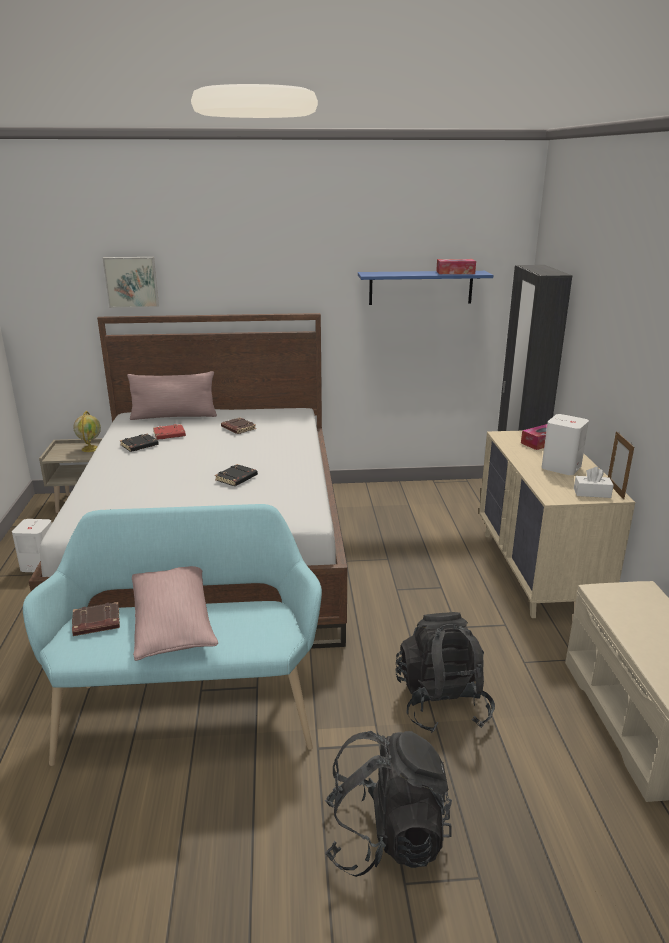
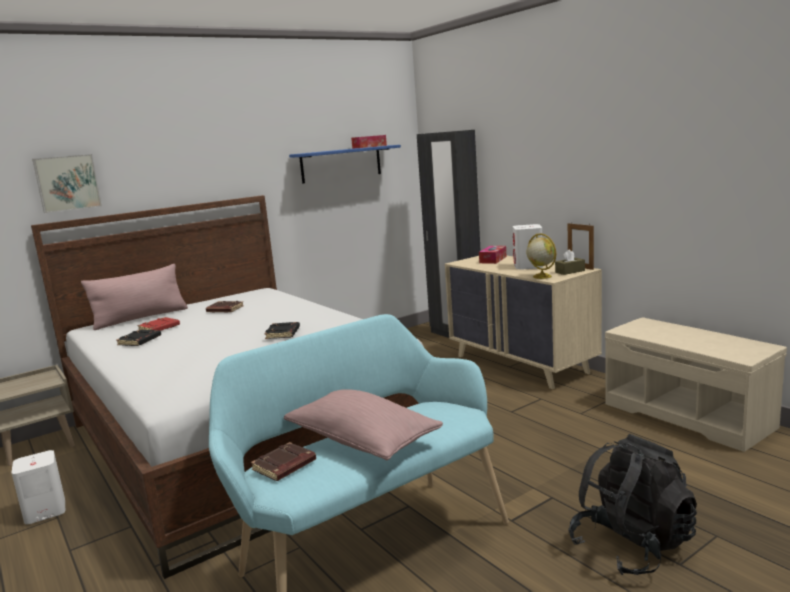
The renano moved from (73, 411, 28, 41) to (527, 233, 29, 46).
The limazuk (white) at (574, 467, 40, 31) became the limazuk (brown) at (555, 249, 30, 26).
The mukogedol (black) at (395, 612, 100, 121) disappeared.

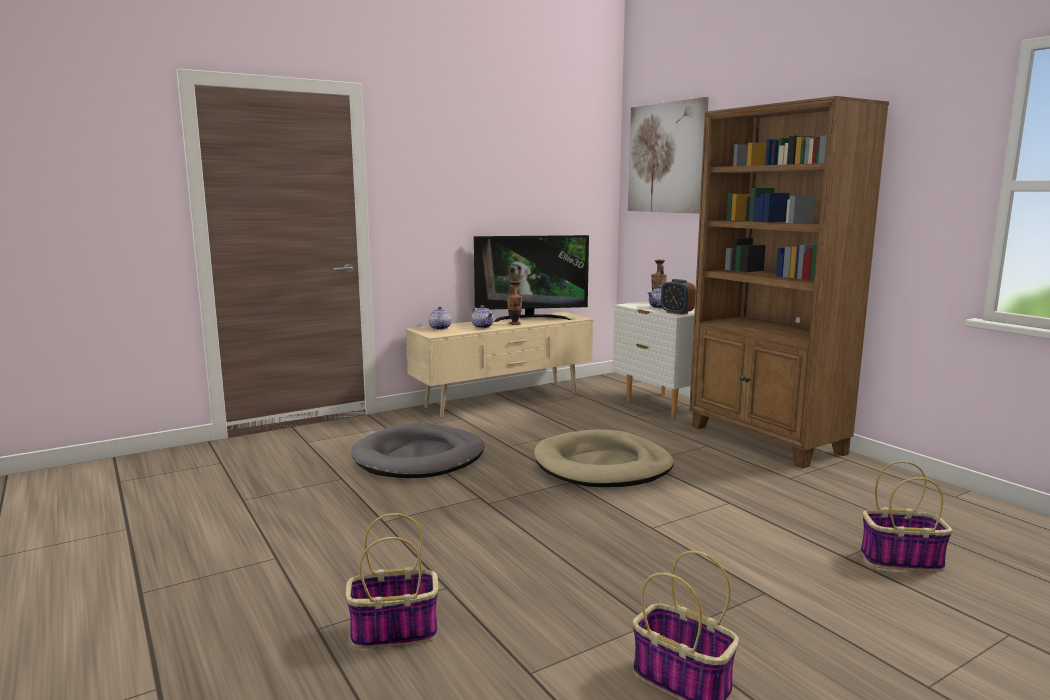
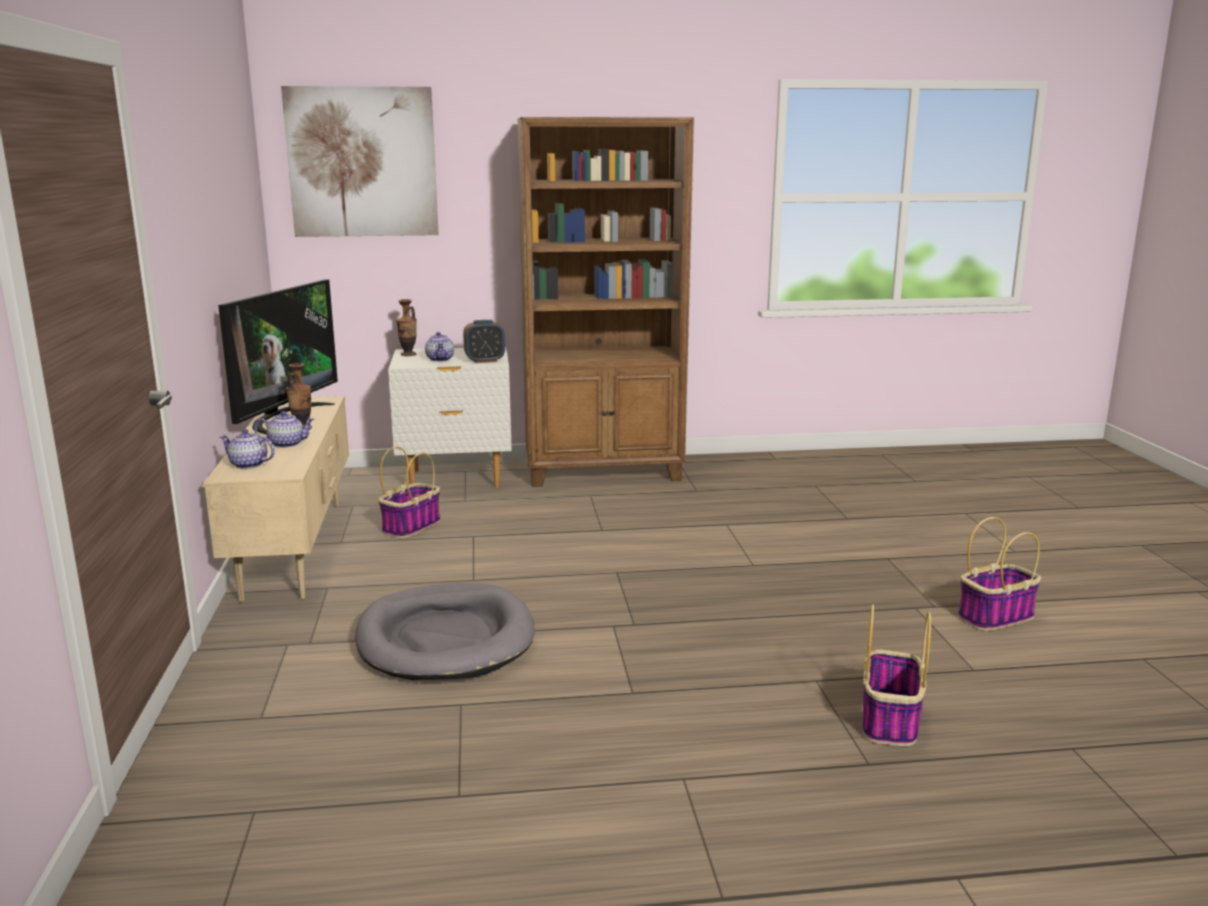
The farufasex moved from (861, 461, 91, 111) to (378, 447, 62, 92).
The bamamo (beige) at (534, 429, 140, 58) disappeared.

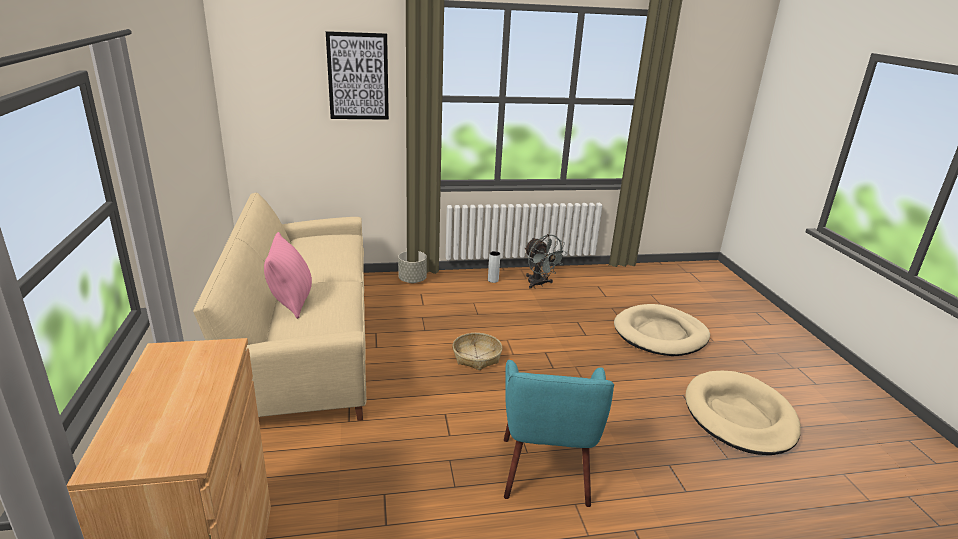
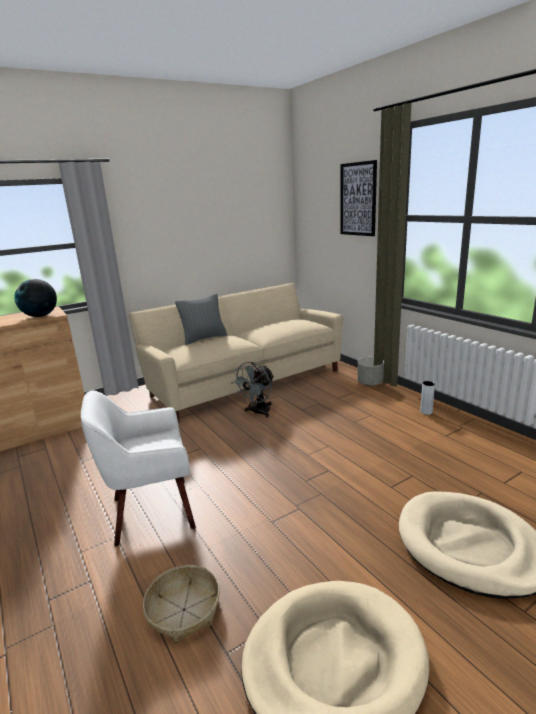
The renano at (15, 279, 42, 38) appeared.
The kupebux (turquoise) at (504, 360, 110, 147) became the kupebux (white) at (81, 391, 115, 155).
The farufasex moved from (453, 333, 49, 37) to (143, 565, 77, 78).
The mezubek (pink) at (264, 232, 48, 87) became the mezubek (grey) at (175, 294, 52, 51).
The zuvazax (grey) moved from (525, 234, 42, 55) to (231, 362, 43, 56).

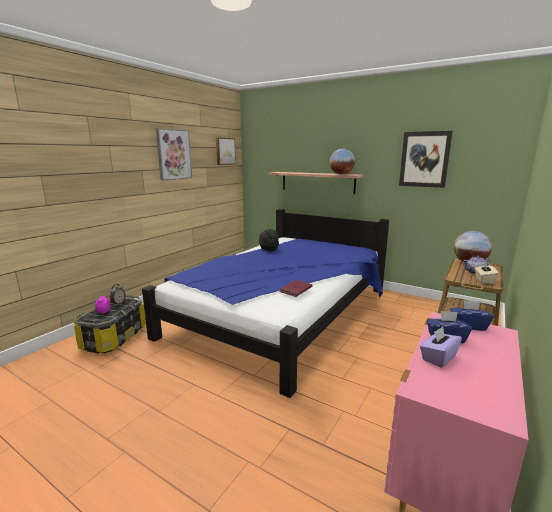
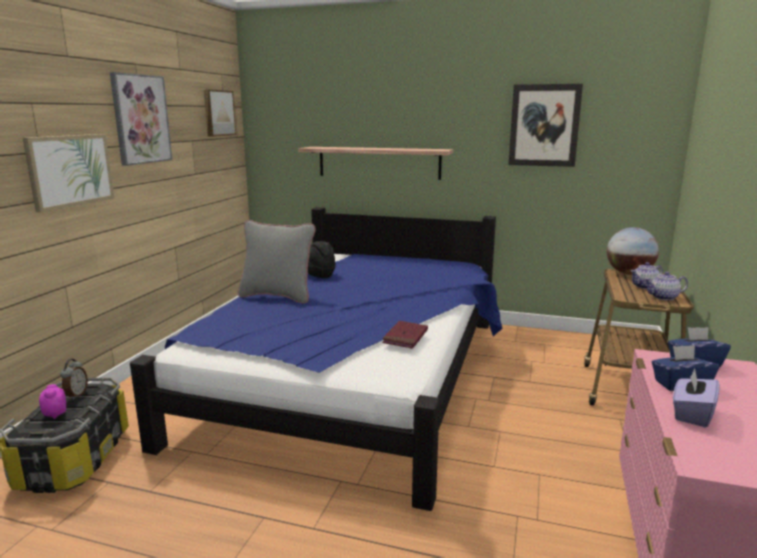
The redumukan at (23, 134, 91, 79) appeared.
The mezubek (grey) at (237, 220, 79, 84) appeared.
The limazuk (beige) at (475, 263, 24, 21) was replaced by the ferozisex at (645, 272, 43, 28).
The renano at (330, 149, 25, 25) disappeared.

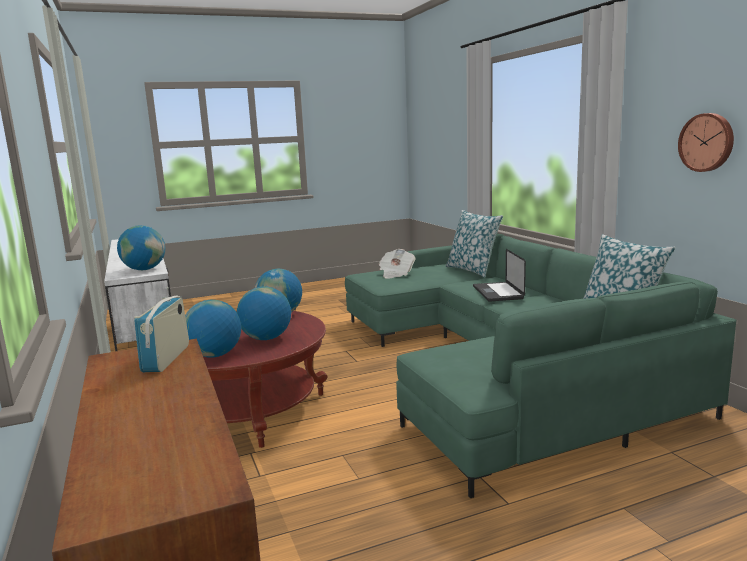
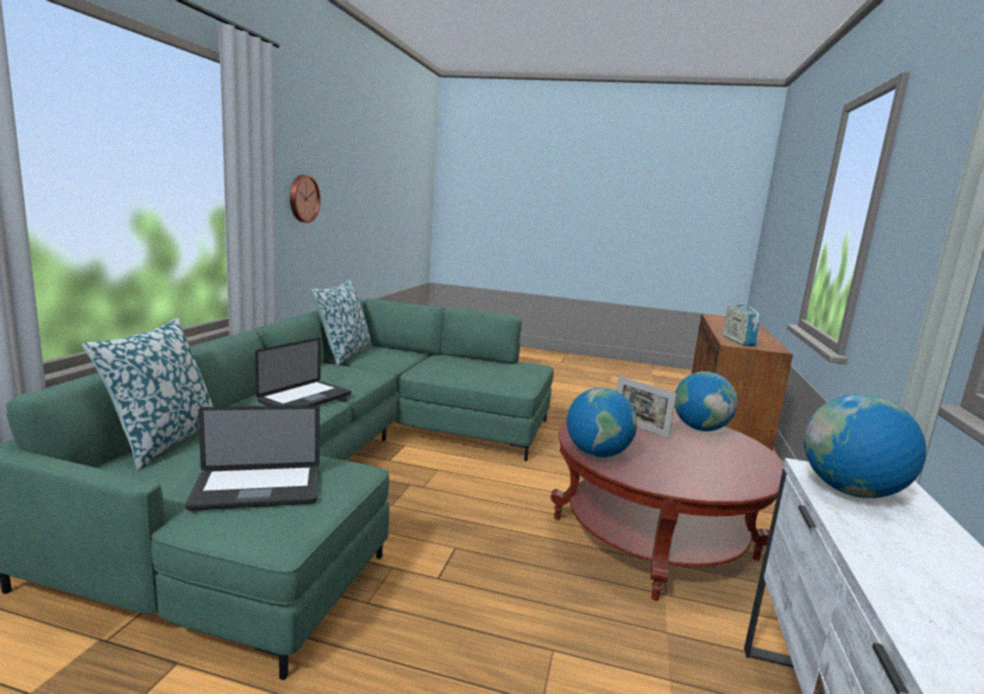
The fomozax at (379, 249, 37, 30) was replaced by the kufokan at (185, 405, 135, 106).
The renano at (237, 287, 54, 53) was replaced by the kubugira at (617, 376, 59, 63).
The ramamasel at (134, 287, 55, 86) turned 135 degrees clockwise.

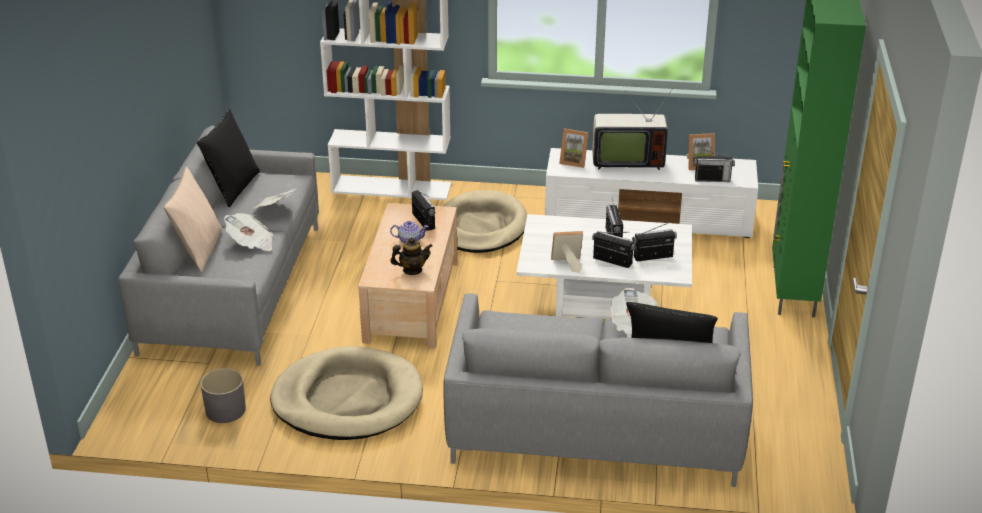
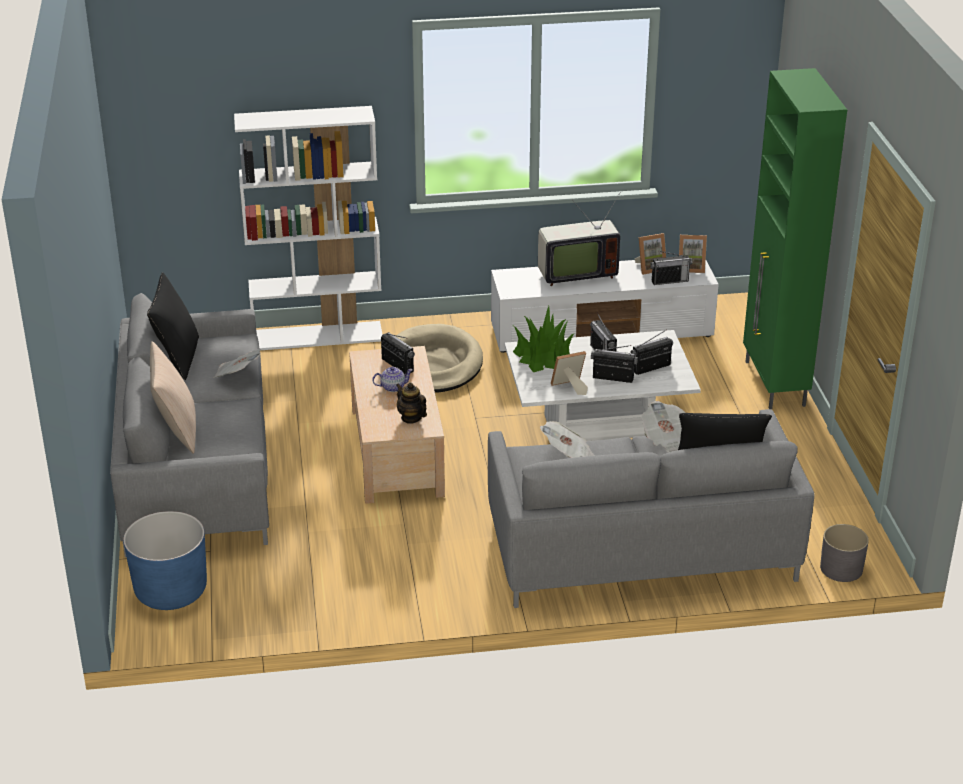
The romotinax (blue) at (123, 511, 84, 99) appeared.
The ferozisex at (390, 237, 43, 38) turned 105 degrees counterclockwise.
The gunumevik at (513, 306, 62, 66) appeared.
The fomozax moved from (224, 213, 49, 38) to (540, 421, 55, 37).
The kubugira moved from (559, 129, 30, 39) to (679, 235, 28, 38).
The romotinax (grey) moved from (200, 368, 46, 55) to (820, 524, 49, 58).
The bamamo (beige) at (270, 346, 153, 94) disappeared.

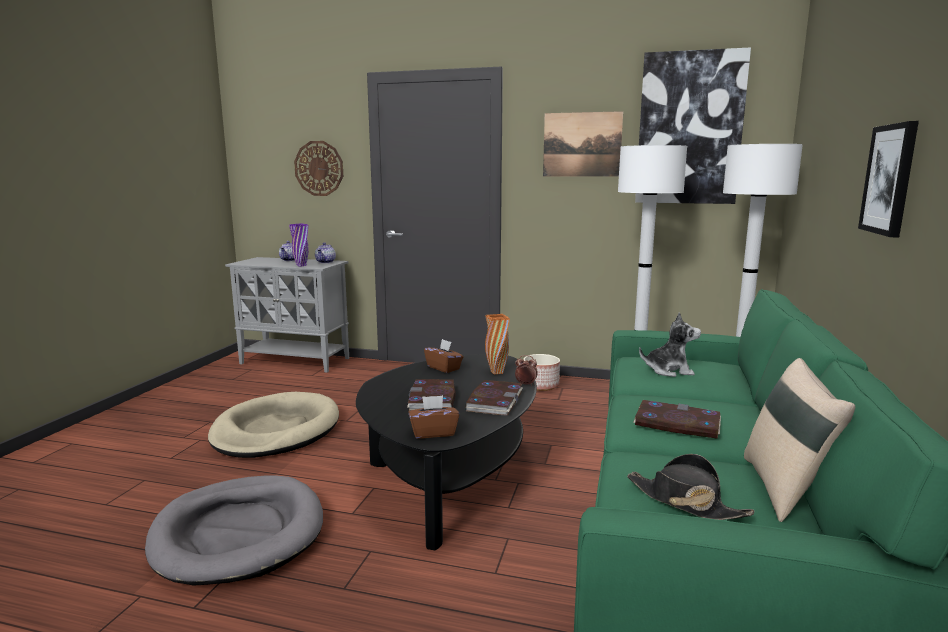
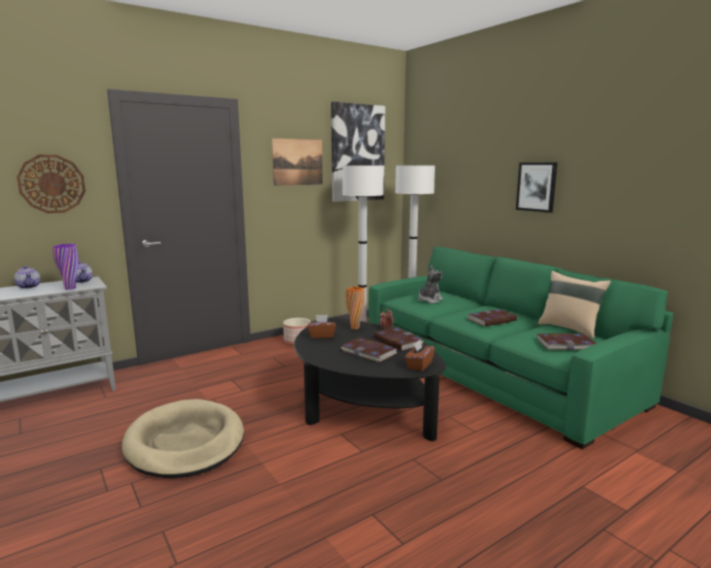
The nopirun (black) at (627, 454, 128, 66) was replaced by the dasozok at (536, 333, 60, 17).
The bamamo (grey) at (145, 475, 178, 110) disappeared.

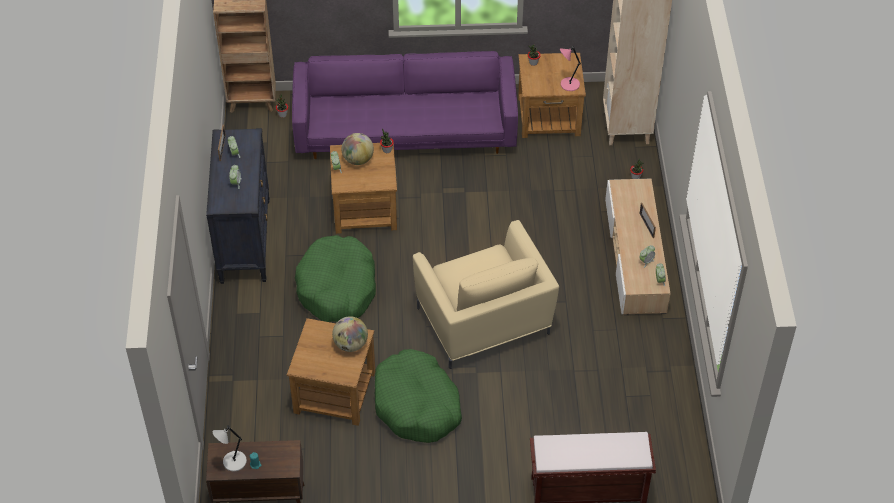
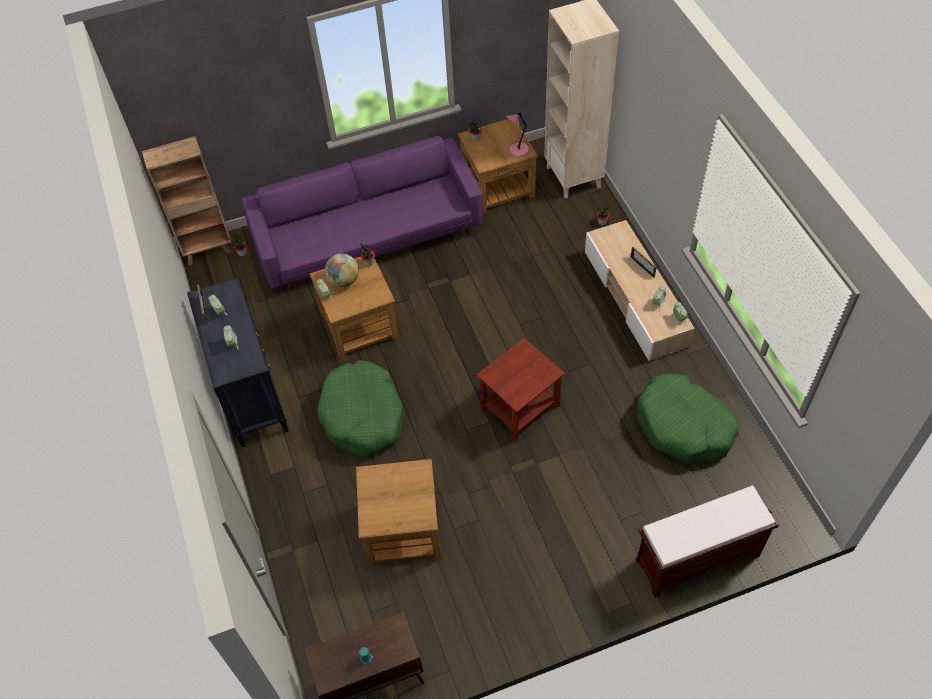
The kupebux (beige) at (413, 220, 146, 149) was replaced by the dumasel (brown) at (476, 338, 89, 104).
The bamamo (green) moved from (375, 349, 87, 94) to (637, 374, 102, 90).
The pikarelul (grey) at (213, 425, 34, 46) disappeared.
The renano at (332, 316, 36, 36) disappeared.

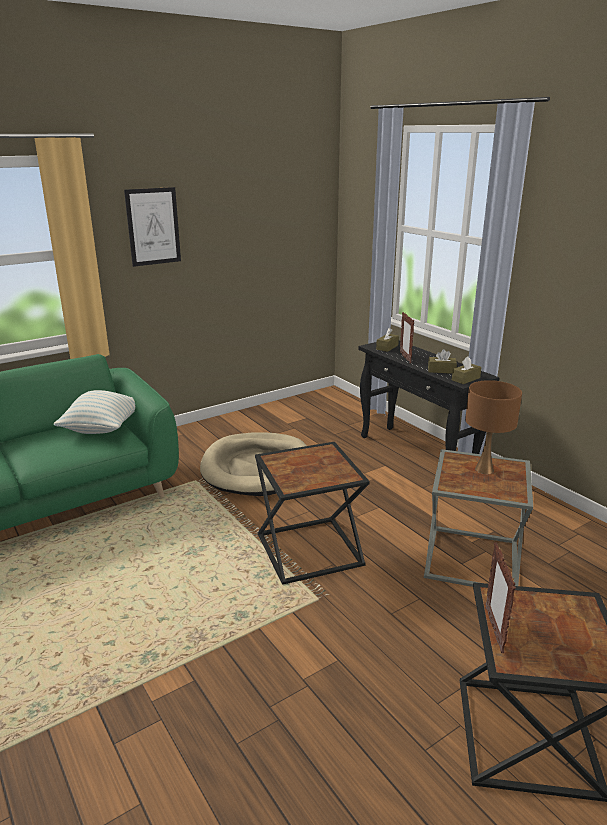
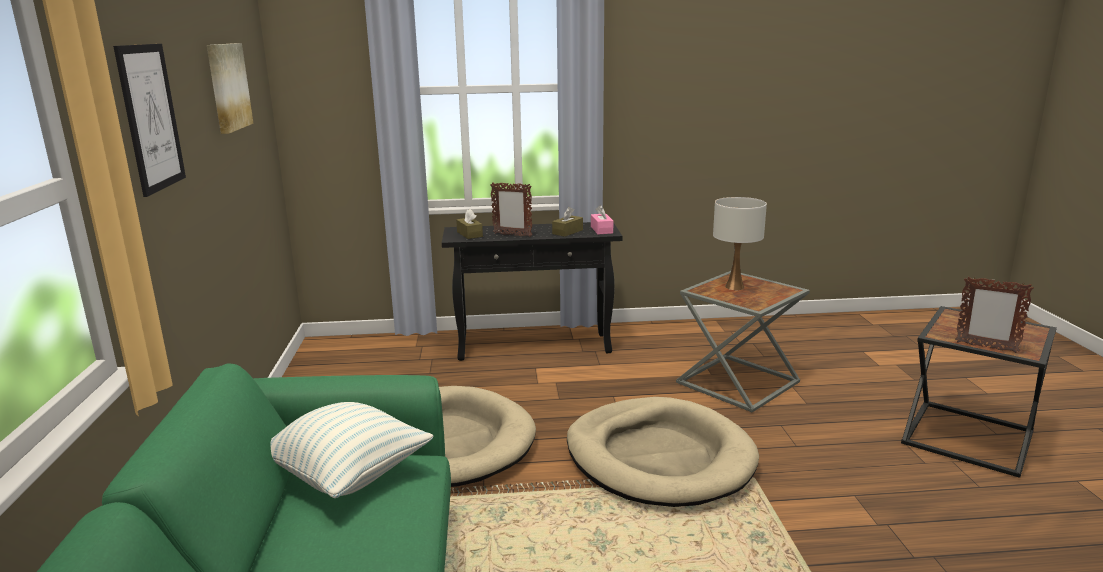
The redumukan at (207, 43, 46, 91) appeared.
The dumasel (black) at (255, 442, 115, 143) was replaced by the bamamo (beige) at (567, 397, 192, 110).
The limazuk (brown) at (452, 356, 30, 28) became the limazuk (pink) at (591, 205, 22, 29).
The pikarelul (brown) at (465, 380, 57, 94) became the pikarelul (white) at (713, 197, 54, 93).

